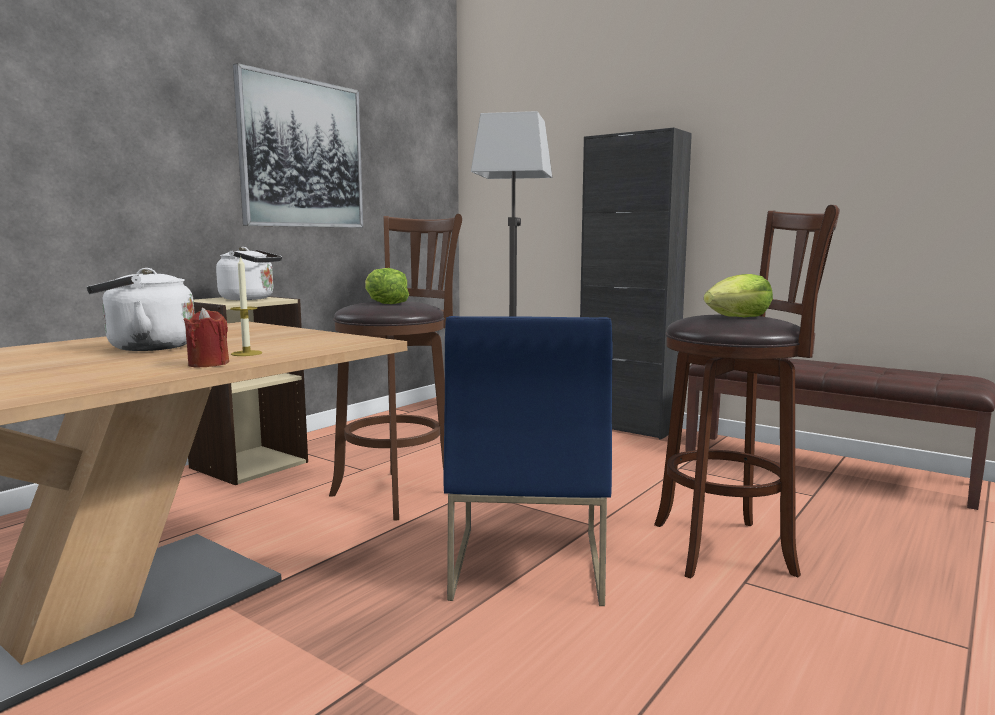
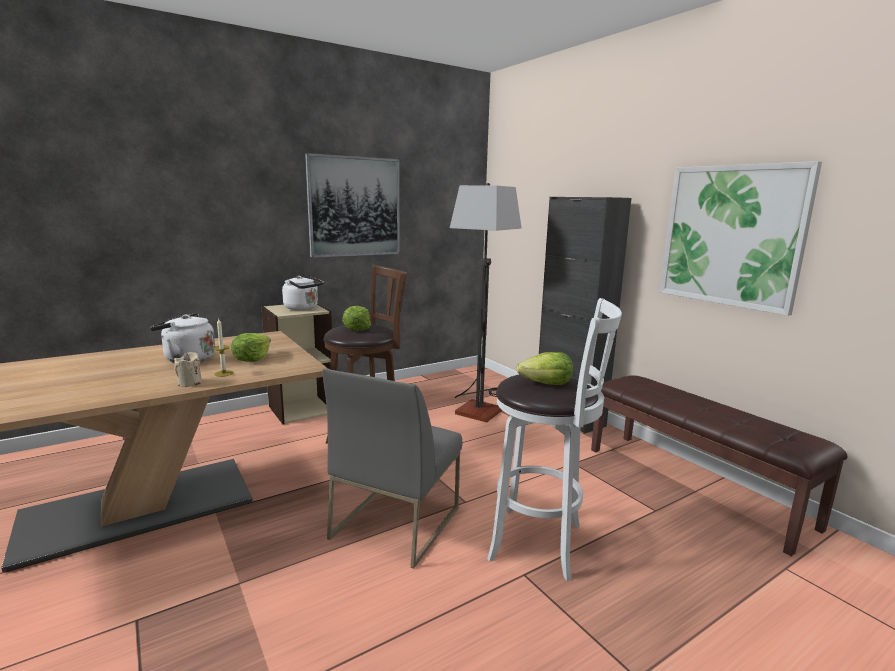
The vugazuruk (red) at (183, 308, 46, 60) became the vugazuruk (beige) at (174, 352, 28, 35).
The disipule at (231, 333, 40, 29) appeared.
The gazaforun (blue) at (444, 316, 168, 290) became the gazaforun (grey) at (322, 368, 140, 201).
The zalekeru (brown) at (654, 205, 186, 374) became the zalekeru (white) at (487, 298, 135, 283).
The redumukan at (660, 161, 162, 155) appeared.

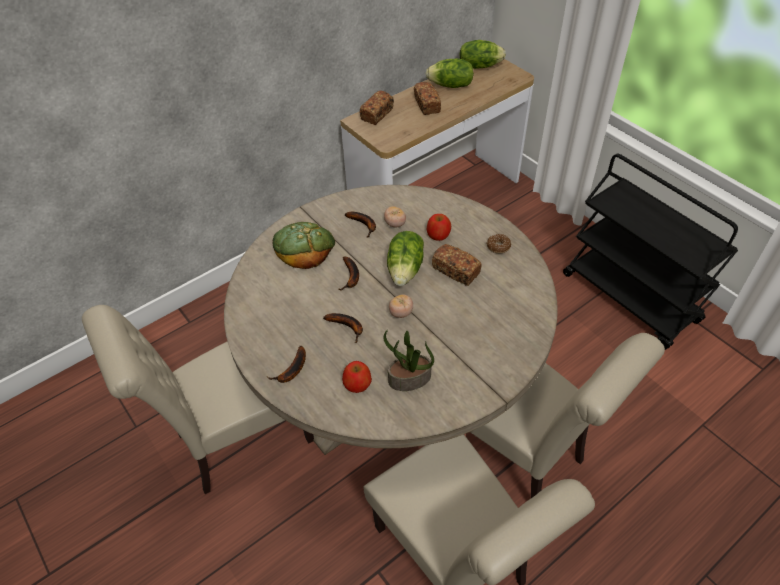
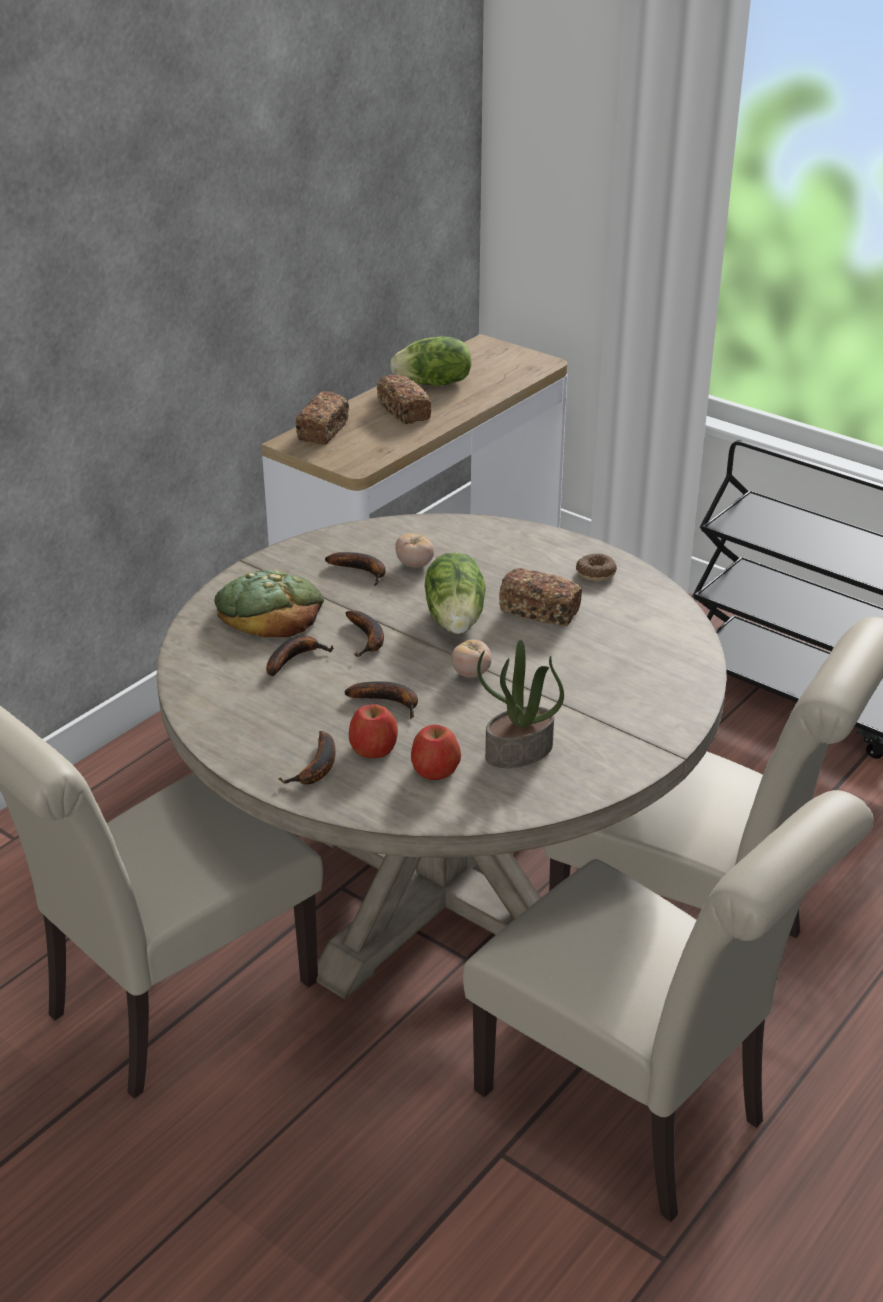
The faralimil at (266, 636, 68, 40) appeared.
The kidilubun moved from (427, 214, 24, 27) to (349, 704, 49, 54).
The disipule at (460, 40, 46, 29) disappeared.

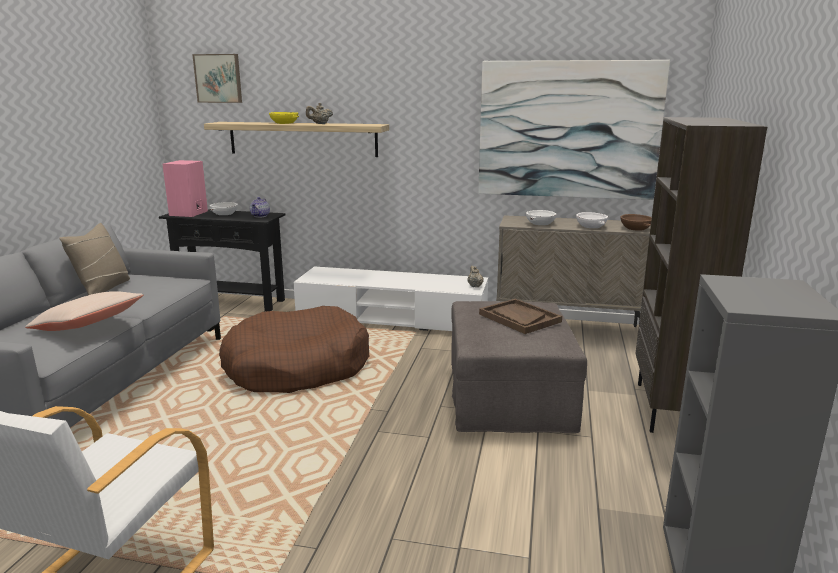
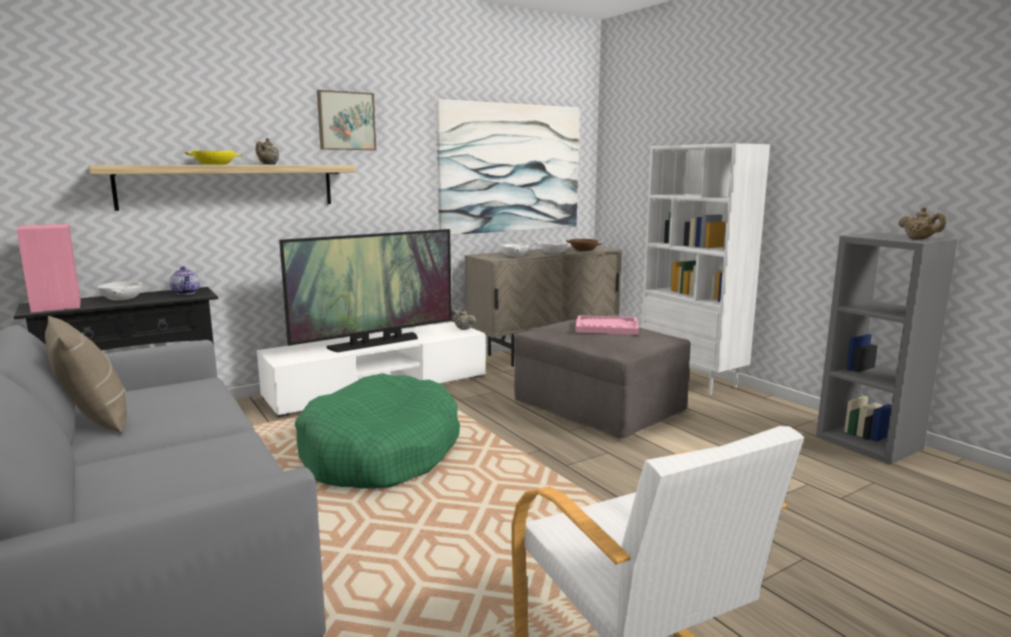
The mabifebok at (279, 229, 173, 123) appeared.
The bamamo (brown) at (219, 306, 151, 87) became the bamamo (green) at (295, 373, 165, 115).
The redumukan moved from (192, 54, 50, 49) to (317, 90, 59, 60).
The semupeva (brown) at (479, 298, 83, 36) became the semupeva (pink) at (575, 315, 64, 20).
The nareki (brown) at (635, 117, 132, 316) became the nareki (white) at (642, 143, 128, 252).
The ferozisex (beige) at (898, 207, 48, 32) appeared.
The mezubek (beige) at (25, 291, 119, 40) disappeared.

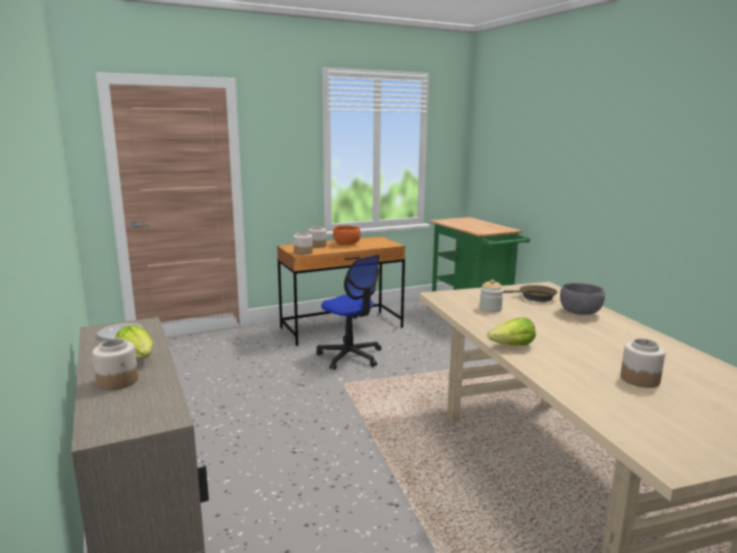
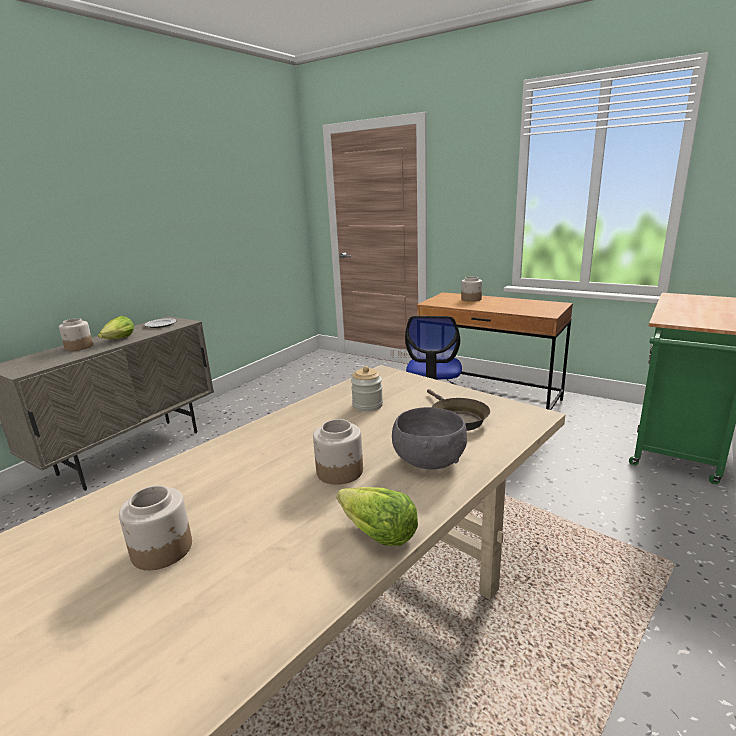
The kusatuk moved from (293, 232, 20, 23) to (313, 419, 50, 66).
The disipule moved from (487, 317, 49, 28) to (337, 487, 81, 59).
The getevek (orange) at (333, 225, 28, 20) disappeared.

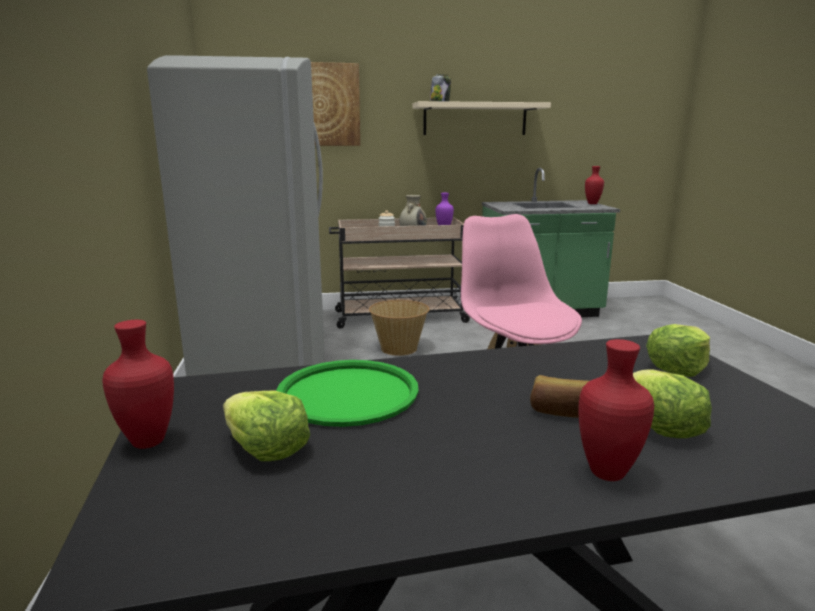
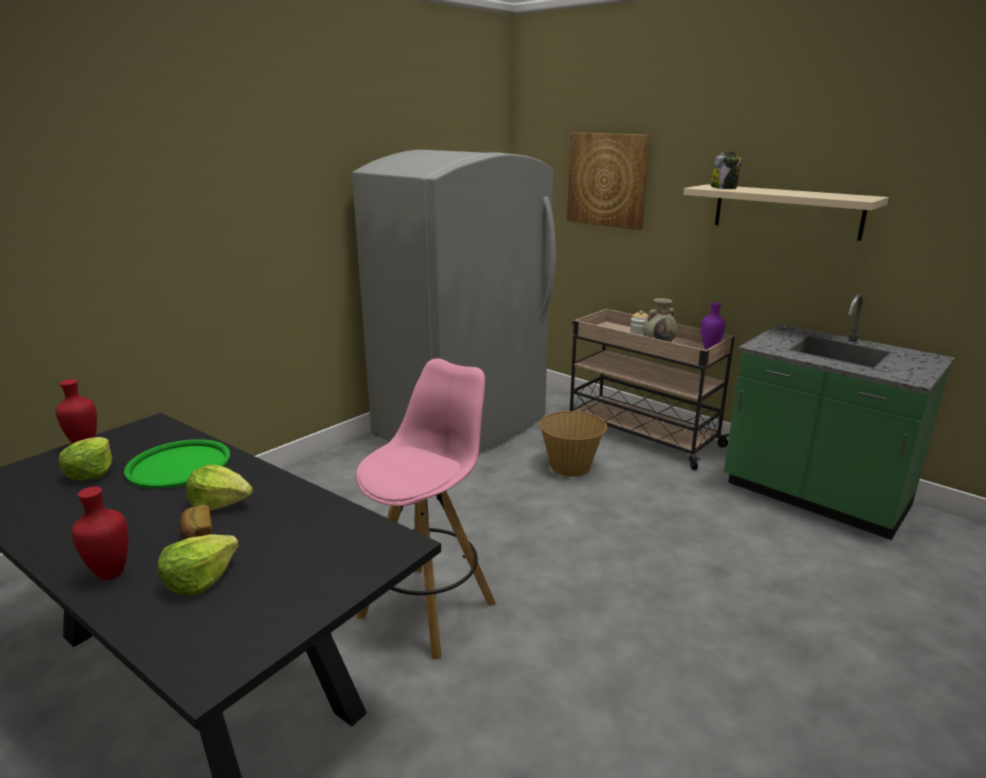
The disipule moved from (646, 324, 64, 53) to (186, 464, 67, 46).
The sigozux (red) at (585, 166, 19, 38) disappeared.

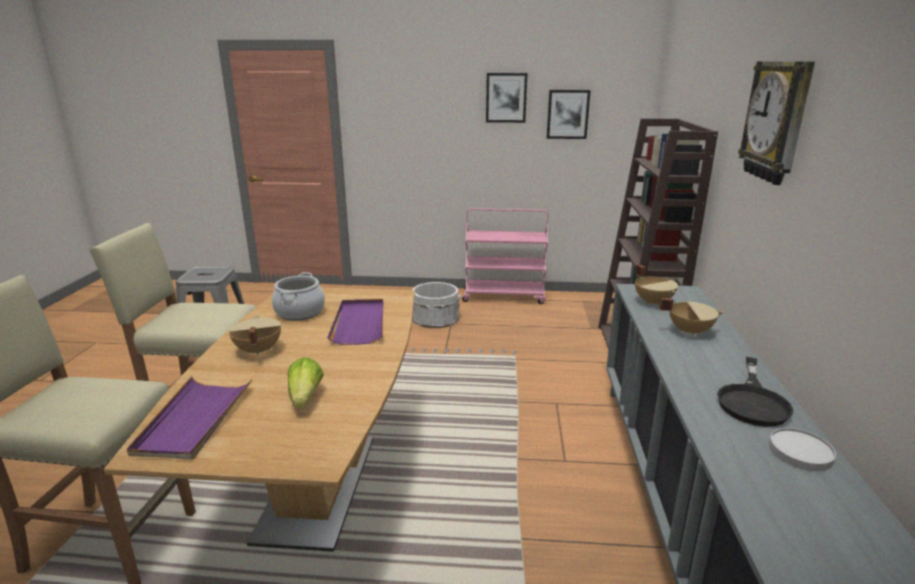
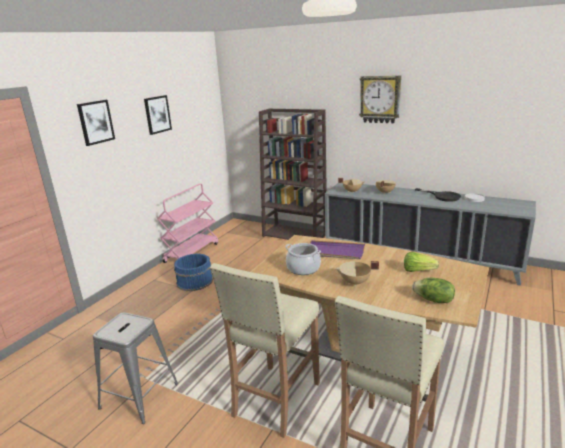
The redumukan moved from (547, 90, 44, 49) to (77, 100, 38, 46).
The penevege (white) at (412, 282, 49, 46) became the penevege (blue) at (174, 254, 39, 37).
The semupeva (purple) at (127, 376, 125, 84) was replaced by the disipule at (412, 278, 43, 25).

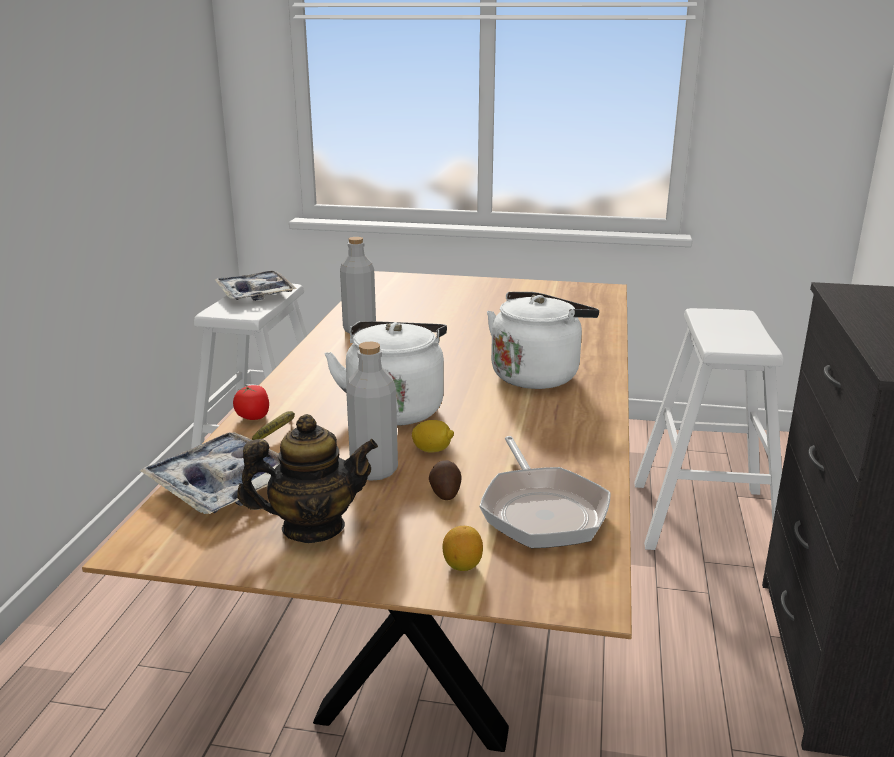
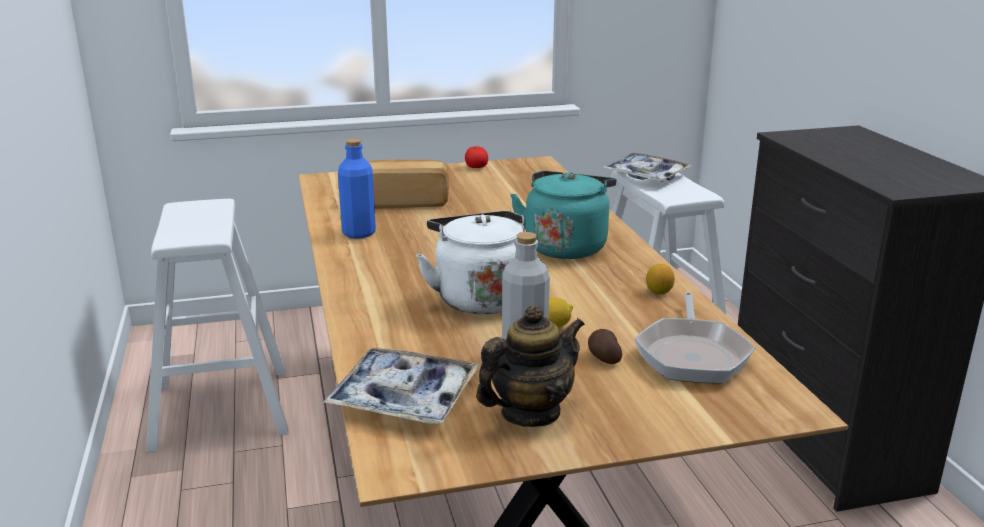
The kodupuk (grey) at (340, 237, 36, 97) became the kodupuk (blue) at (338, 139, 38, 99).
The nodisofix at (367, 159, 82, 49) appeared.
The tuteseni moved from (233, 385, 36, 35) to (465, 146, 23, 22).
The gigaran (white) at (487, 292, 112, 97) became the gigaran (turquoise) at (510, 171, 106, 88).
The semupeva moved from (215, 271, 82, 30) to (602, 153, 90, 29).
The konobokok at (479, 436, 131, 112) turned 45 degrees clockwise.
The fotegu moved from (442, 526, 41, 45) to (646, 264, 29, 30).
The faralimil at (252, 411, 43, 29) disappeared.

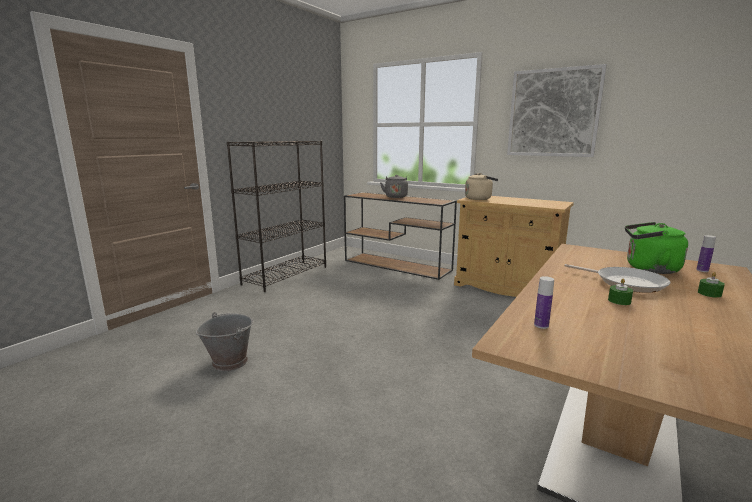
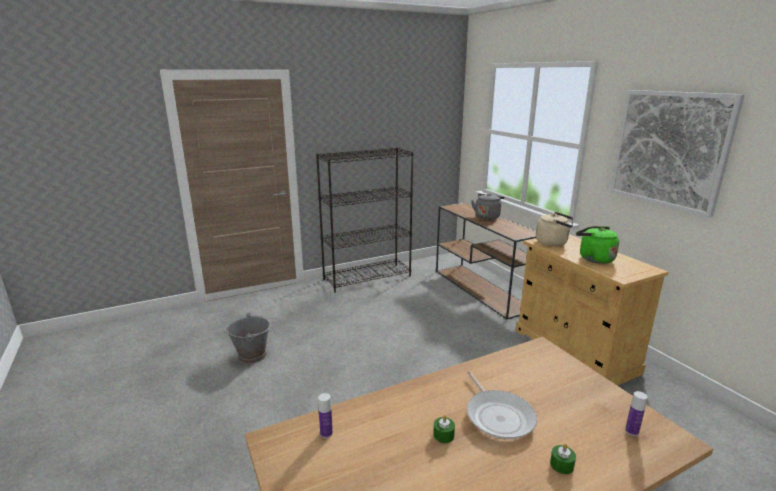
The gigaran (green) moved from (625, 222, 63, 52) to (576, 226, 43, 38).

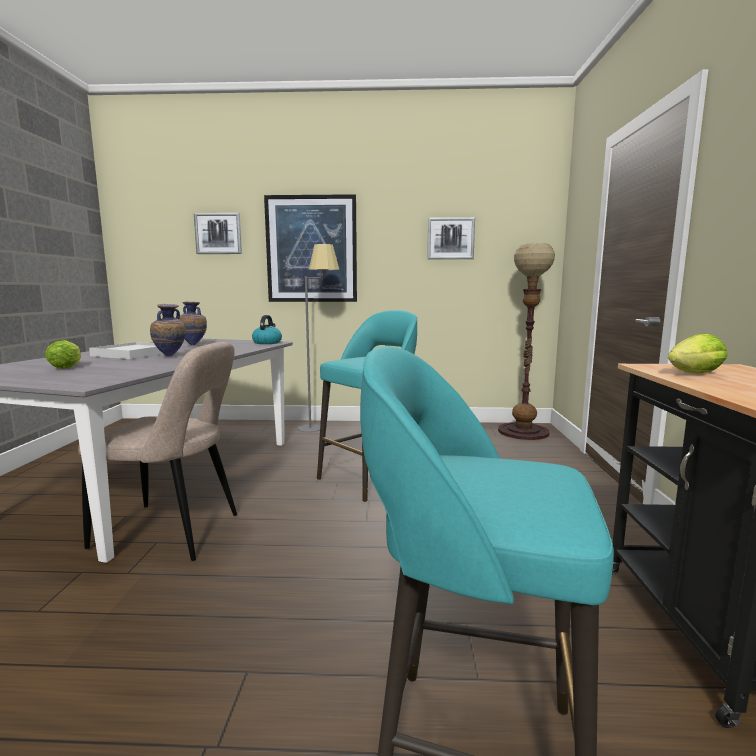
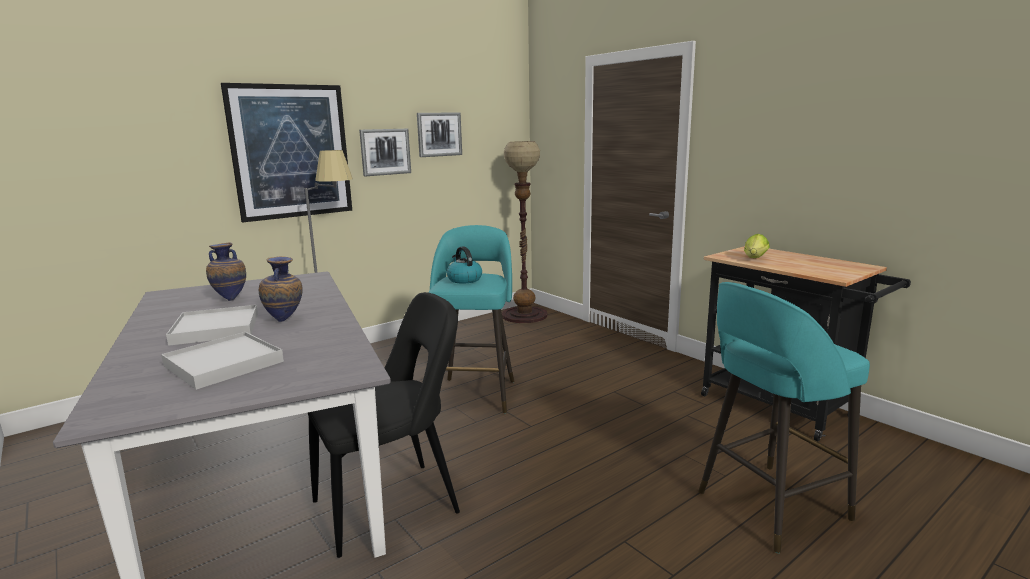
The disipule at (45, 340, 36, 29) was replaced by the semupeva (white) at (161, 332, 123, 58).
The gazaforun (beige) at (78, 341, 159, 220) became the gazaforun (black) at (308, 292, 152, 266).
The redumukan moved from (194, 213, 48, 41) to (359, 129, 52, 47).
The gigaran moved from (252, 315, 30, 29) to (447, 246, 35, 38).

